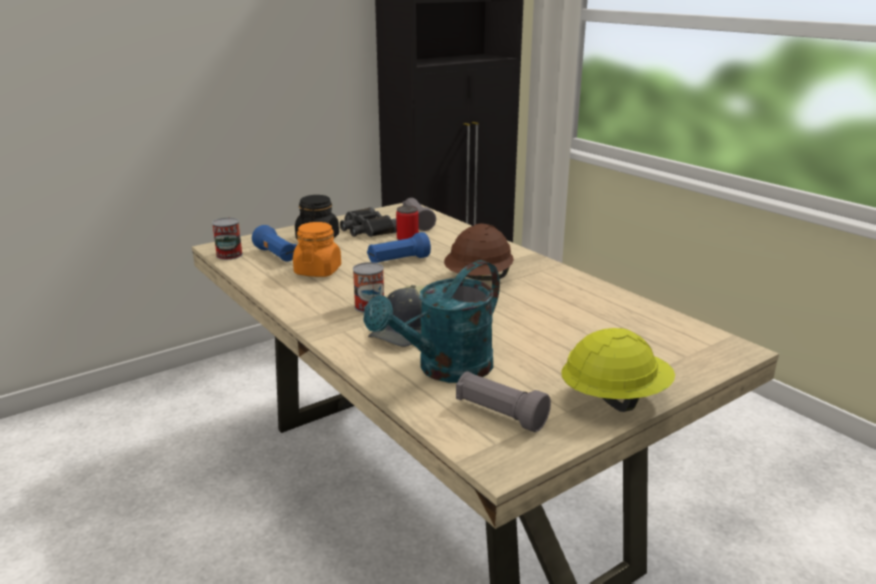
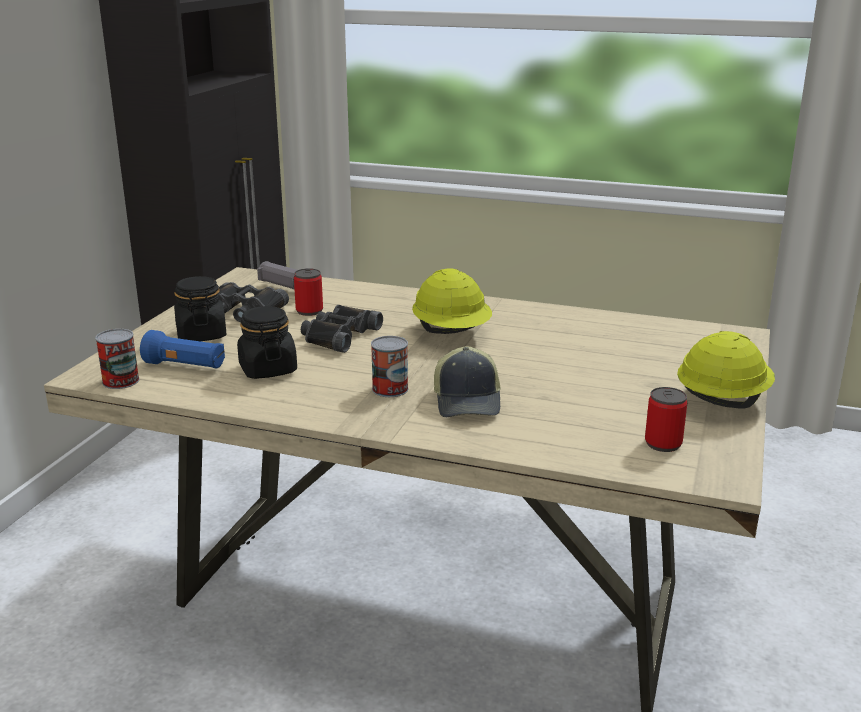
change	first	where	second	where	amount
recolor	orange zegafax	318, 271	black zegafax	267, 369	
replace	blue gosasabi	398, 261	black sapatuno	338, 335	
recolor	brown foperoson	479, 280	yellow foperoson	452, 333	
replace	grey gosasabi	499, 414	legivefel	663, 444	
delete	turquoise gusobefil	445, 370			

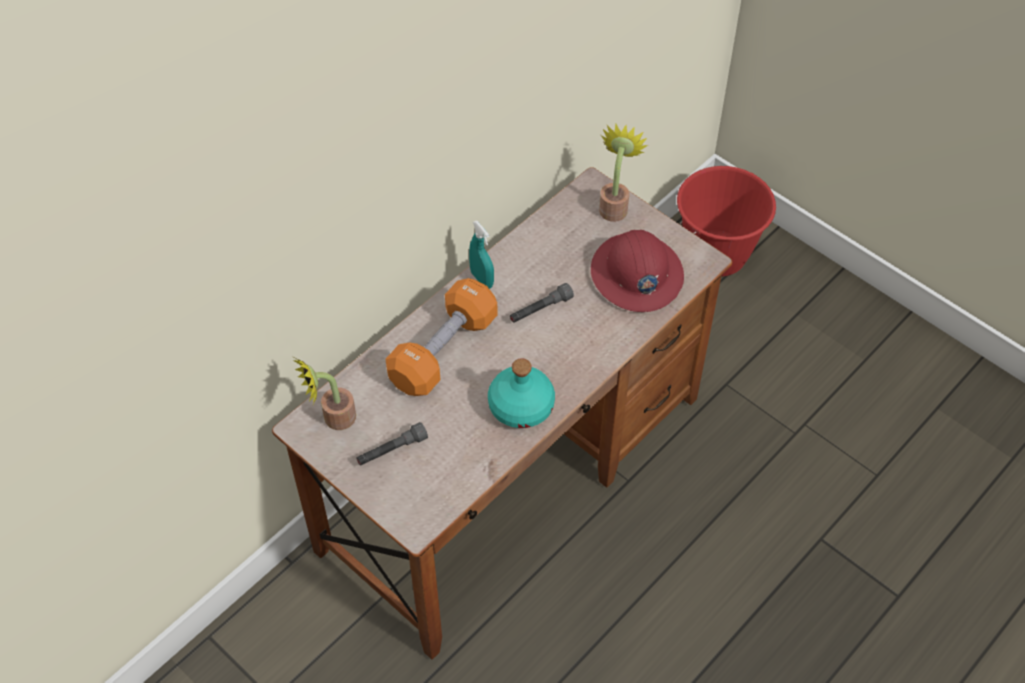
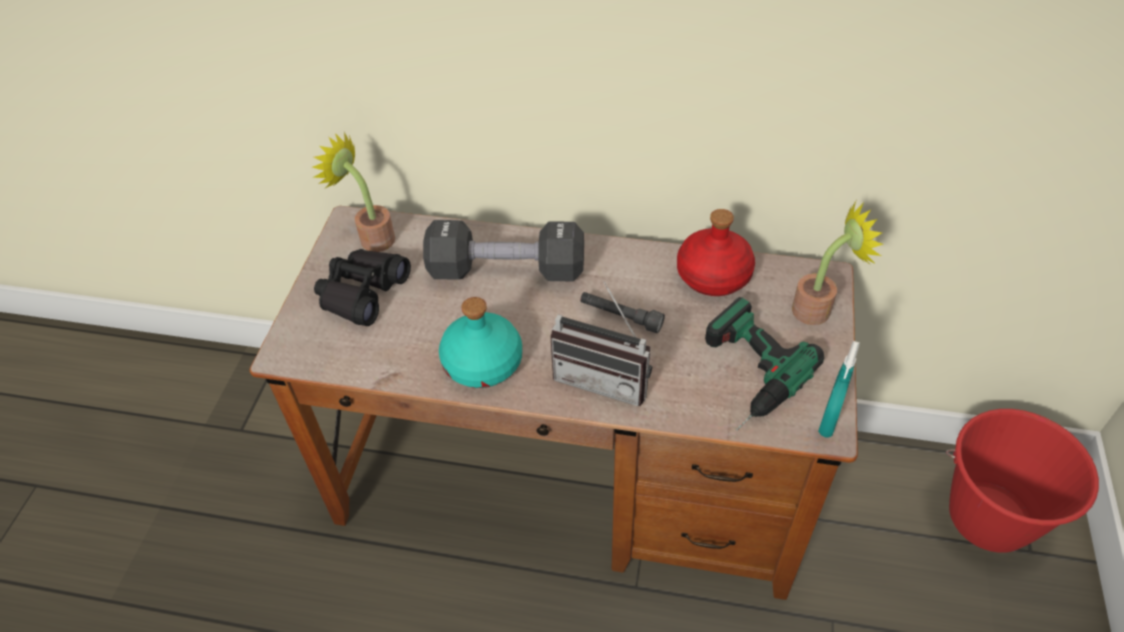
change	first	where	second	where	amount
replace	grey gosasabi	392, 450	black sapatuno	362, 293	
recolor	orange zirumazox	443, 351	black zirumazox	507, 270	
insert			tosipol	605, 378	
insert			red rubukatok	712, 275	
replace	red foperoson	636, 274	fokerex	742, 374	
move	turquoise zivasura	482, 279		828, 421	

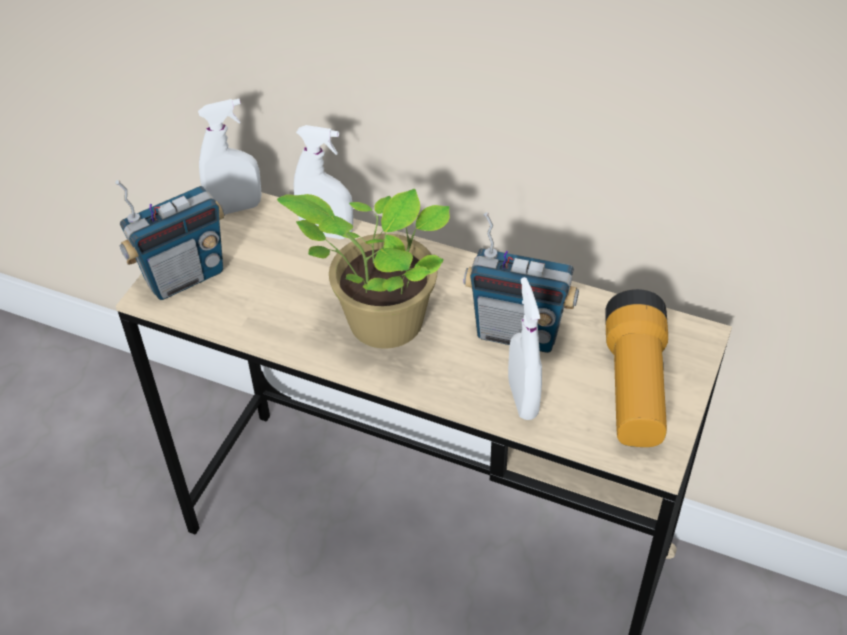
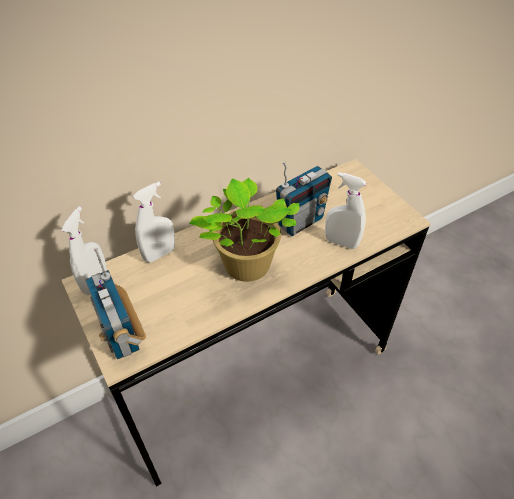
change	first	where	second	where	amount
rotate	tosipol	184, 276		122, 335	150 degrees clockwise
delete	gosasabi	634, 387			

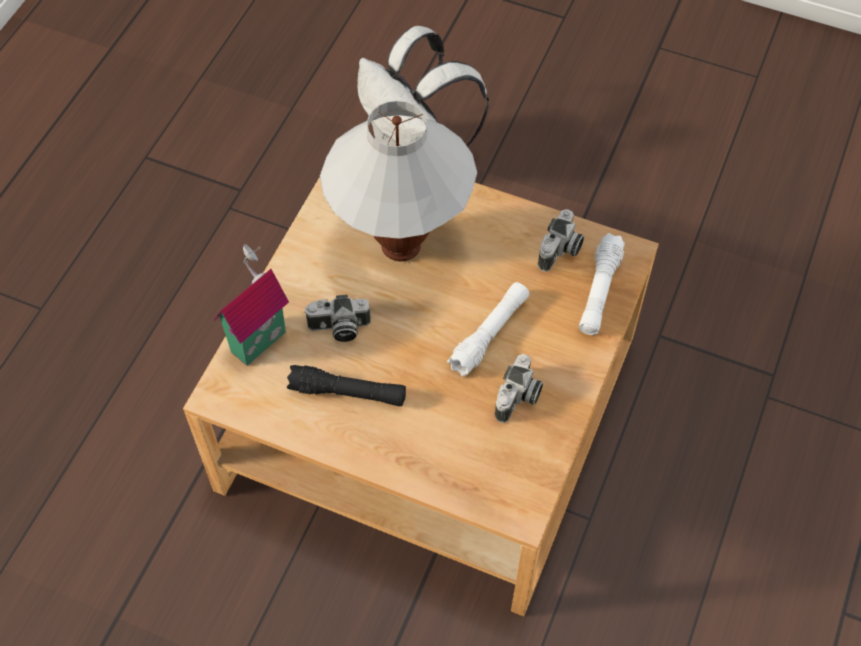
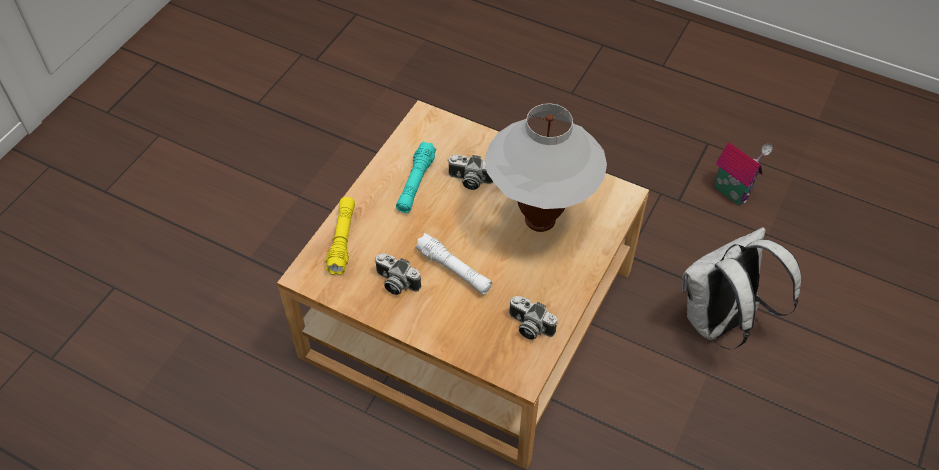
change	first	where	second	where	amount
insert			yellow gosasabi	342, 240	
recolor	black gosasabi	348, 393	turquoise gosasabi	416, 183	
rotate	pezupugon	339, 328		469, 180	75 degrees counterclockwise
move	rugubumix	256, 339		732, 191	
delete	white gosasabi	599, 291			

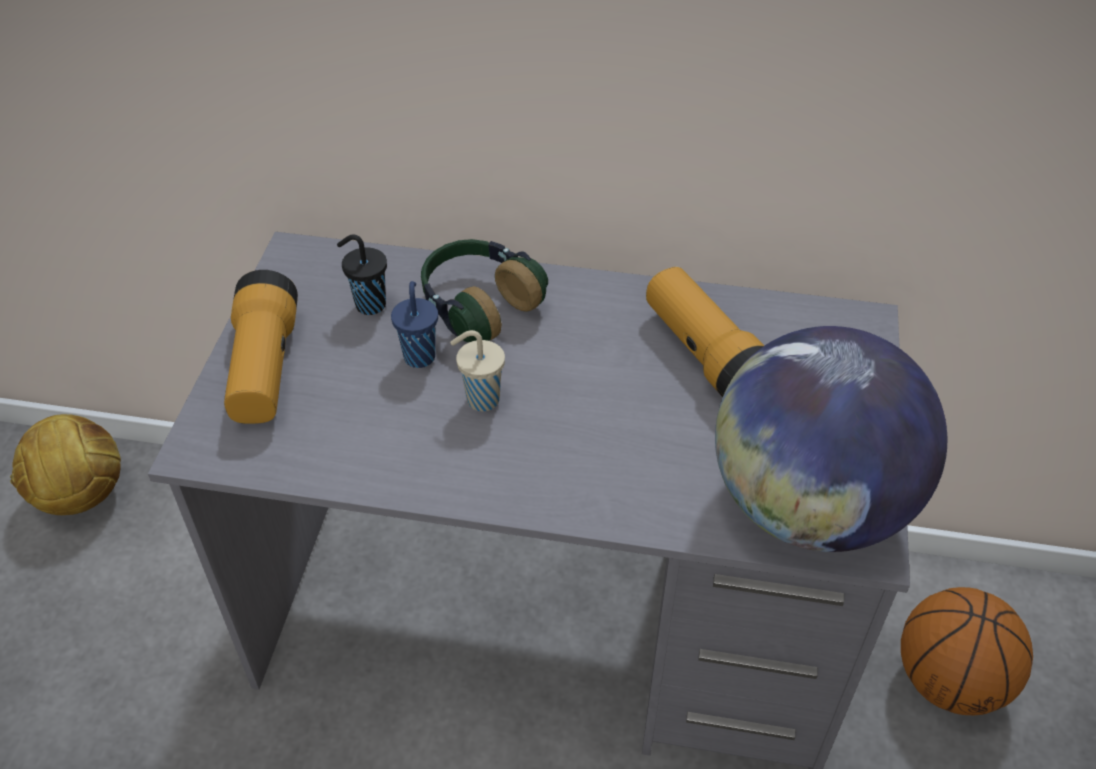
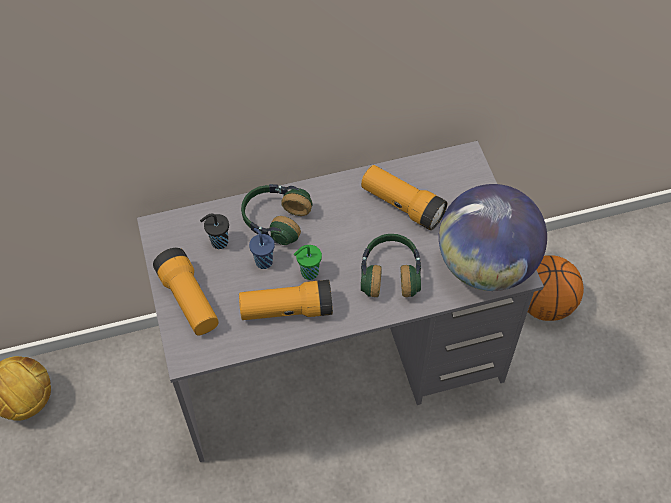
change	first	where	second	where	amount
insert			gosasabi	287, 310	
recolor	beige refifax	480, 399	green refifax	308, 273	
insert			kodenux	390, 273	

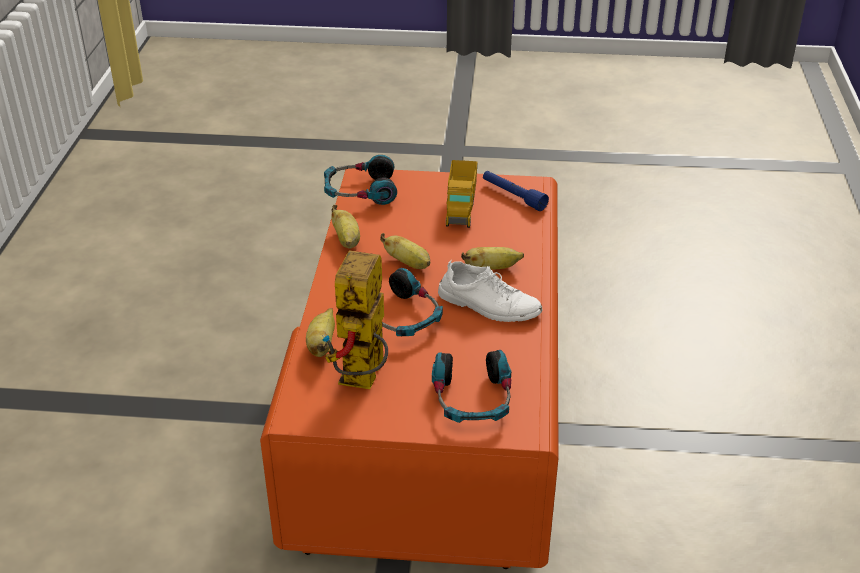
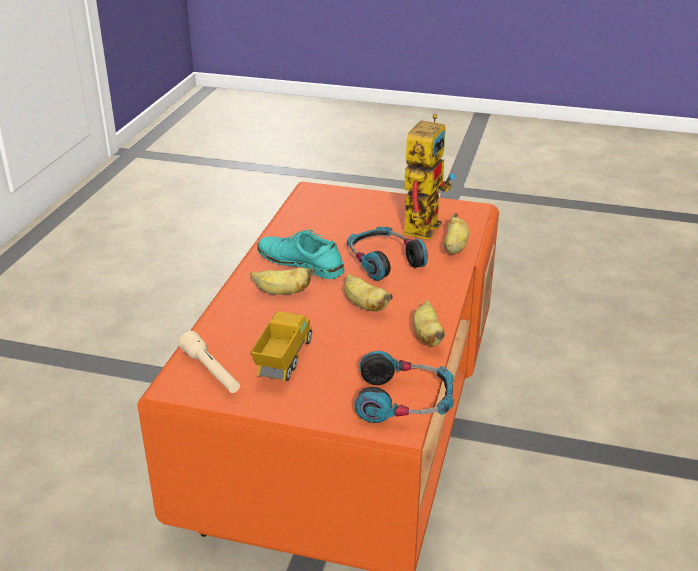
change	first	where	second	where	amount
recolor	blue gosasabi	513, 196	beige gosasabi	211, 372	
recolor	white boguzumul	488, 305	turquoise boguzumul	300, 262	
delete	kodenux	472, 399			

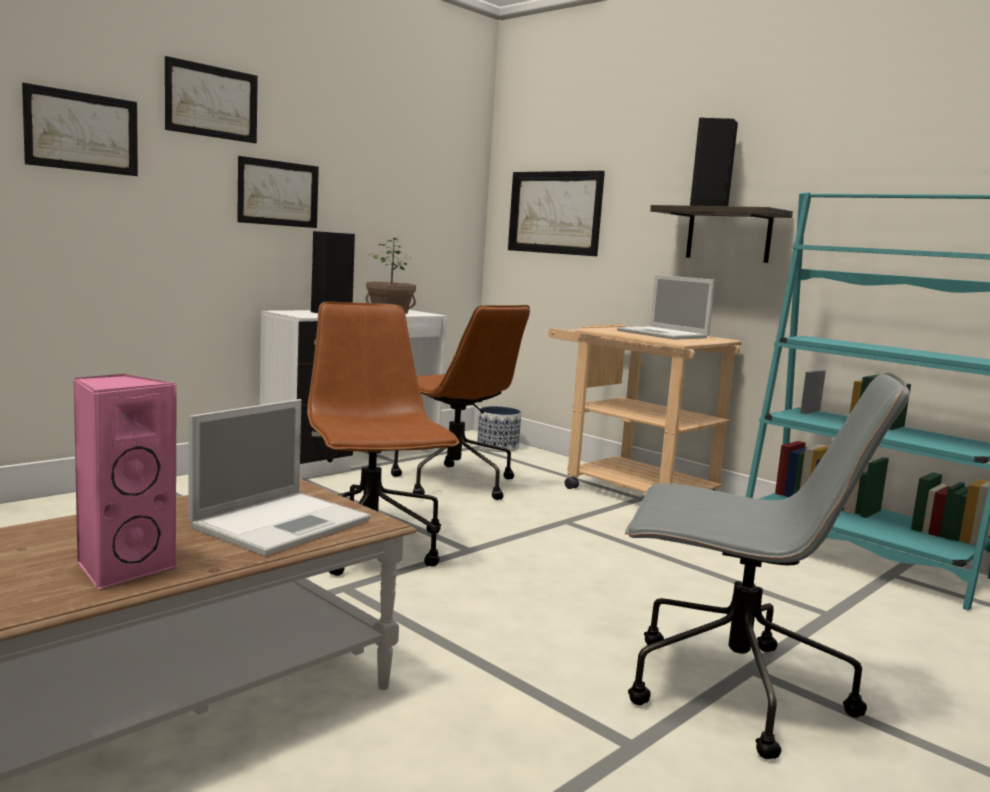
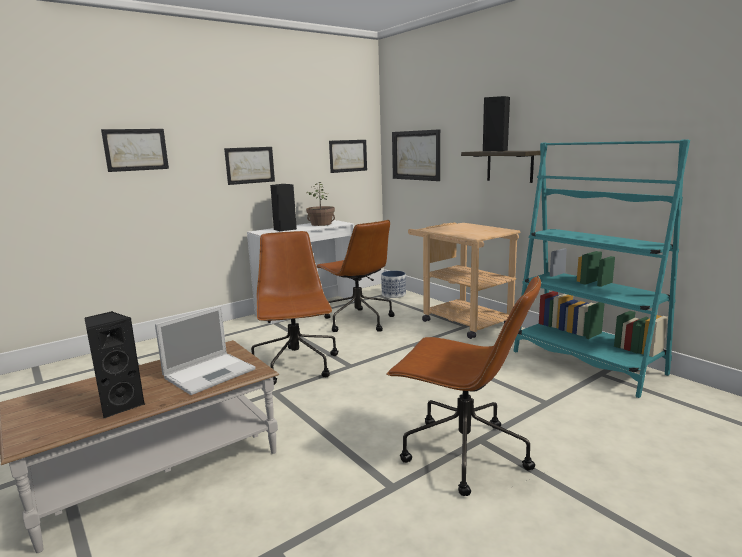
change	first	where	second	where	amount
recolor	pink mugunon	122, 568	black mugunon	120, 405	
move	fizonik	212, 102		348, 156	
recolor	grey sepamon	730, 690	brown sepamon	462, 453	
delete	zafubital	664, 334			

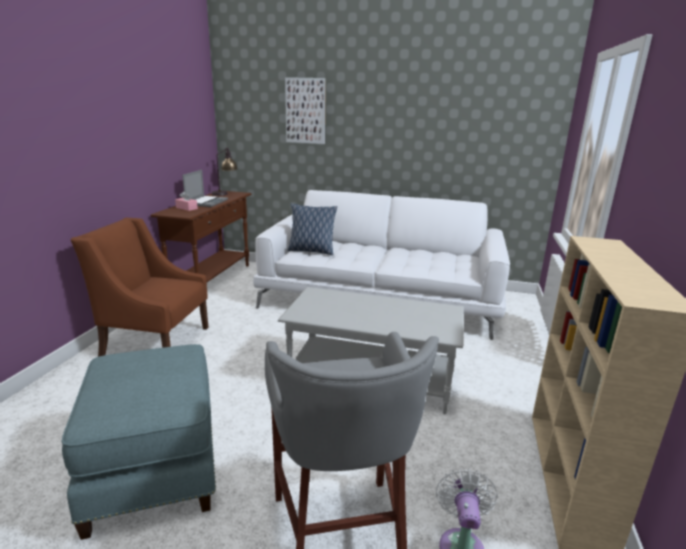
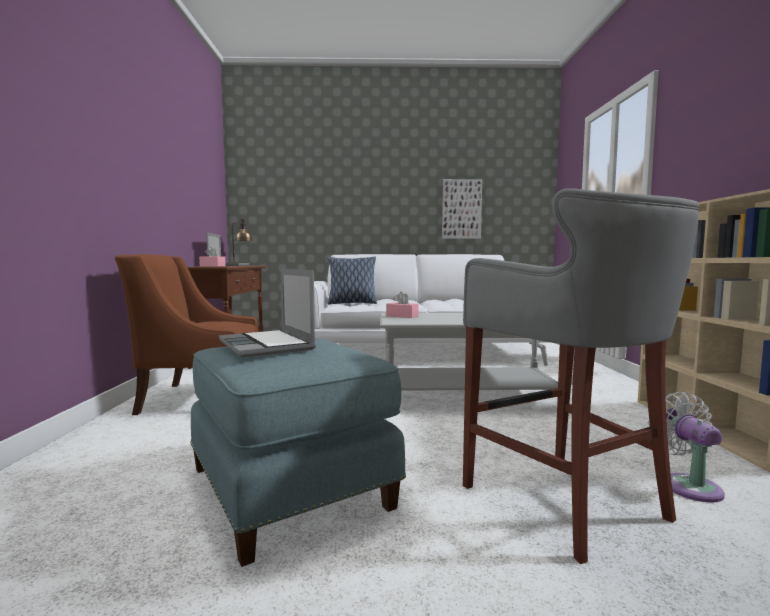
change	first	where	second	where	amount
insert			zafubital	267, 345	
insert			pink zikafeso	402, 316	
move	fizonik	305, 111		461, 209	

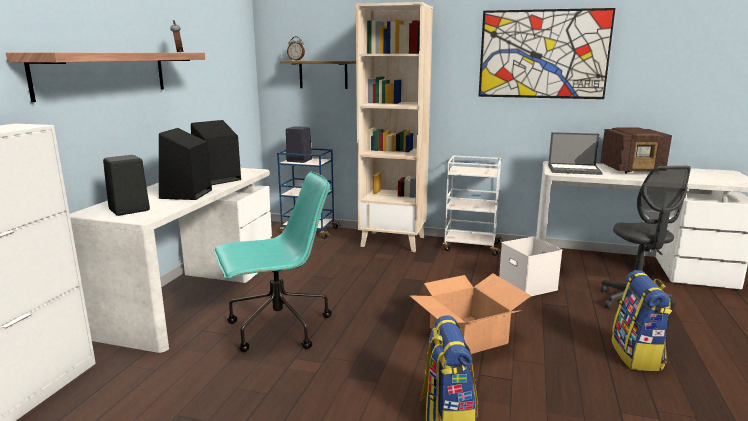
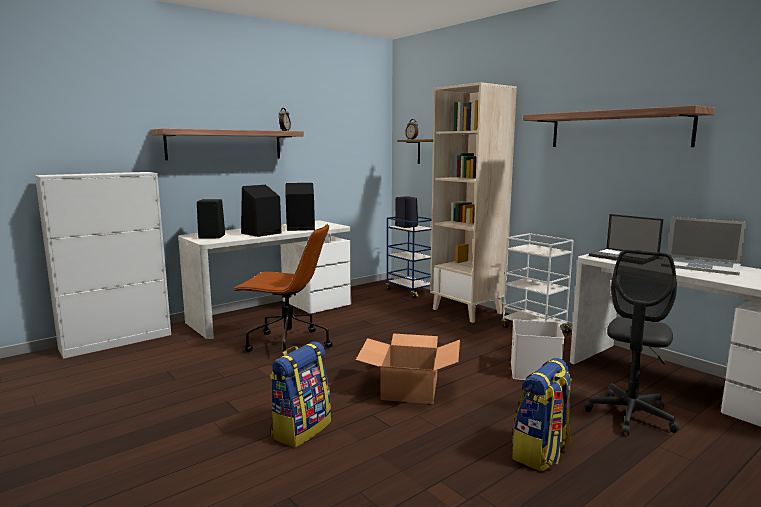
change	first	where	second	where	amount
recolor	turquoise sepamon	277, 328	brown sepamon	287, 345	
replace	fizonik	543, 54	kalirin	618, 129	
replace	tosipol	632, 170	zafubital	700, 266	

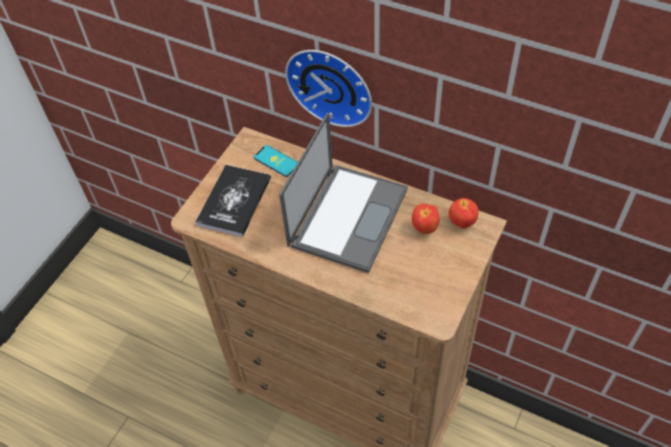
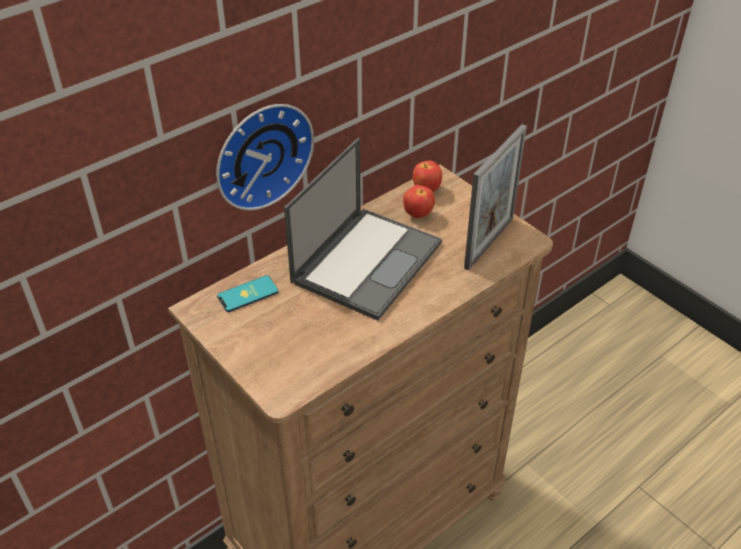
change	first	where	second	where	amount
rotate	zafubital	348, 215		367, 261	75 degrees clockwise
insert			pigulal	489, 242	
delete	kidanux	234, 201			

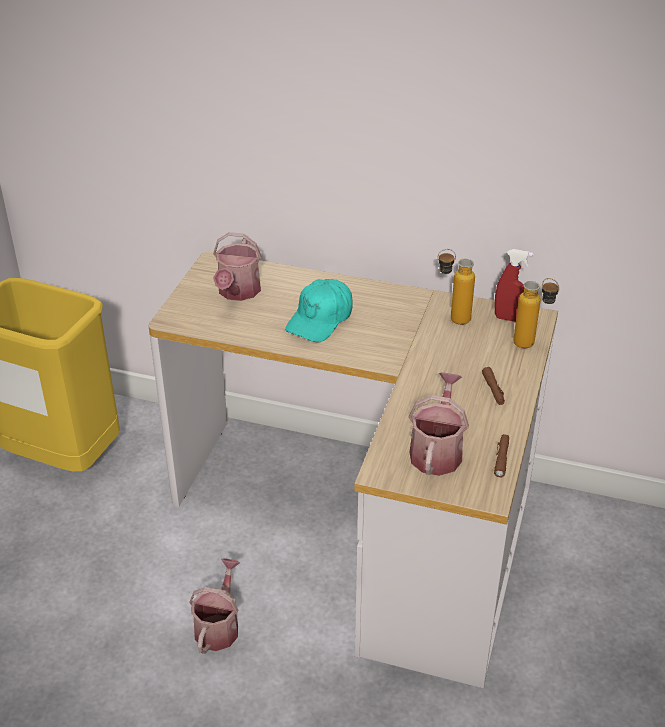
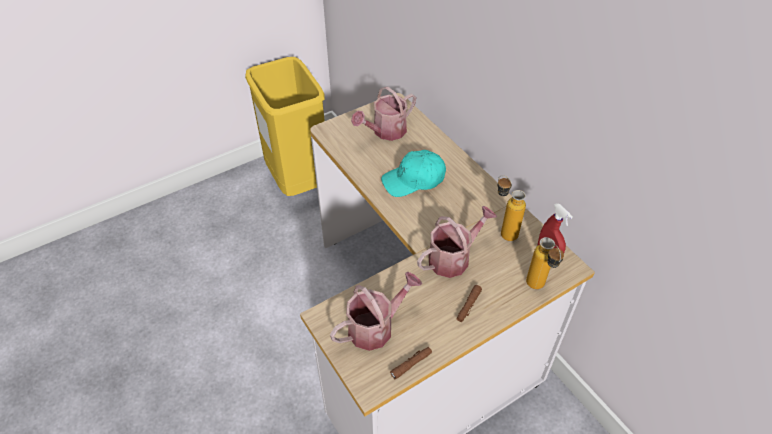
change	first	where	second	where	amount
move	gusobefil	219, 626		453, 258	

